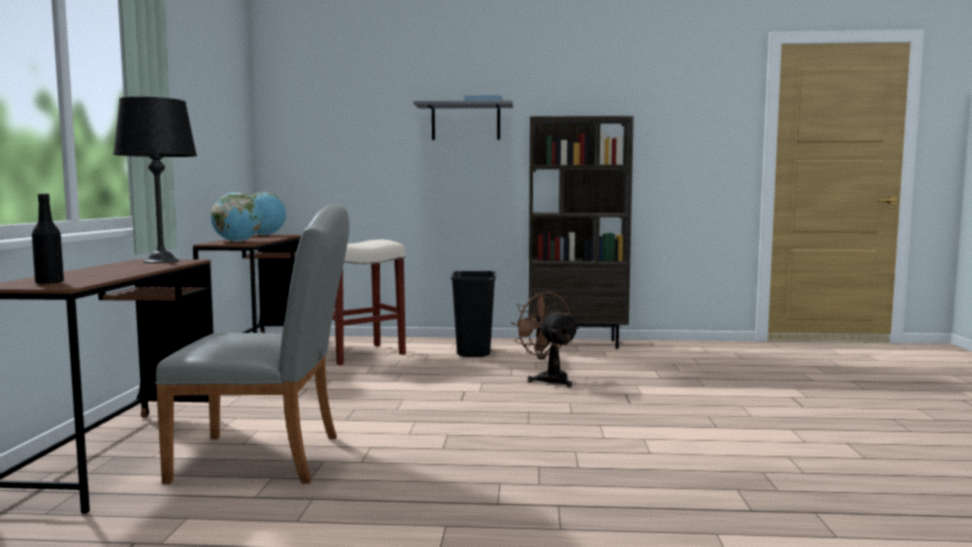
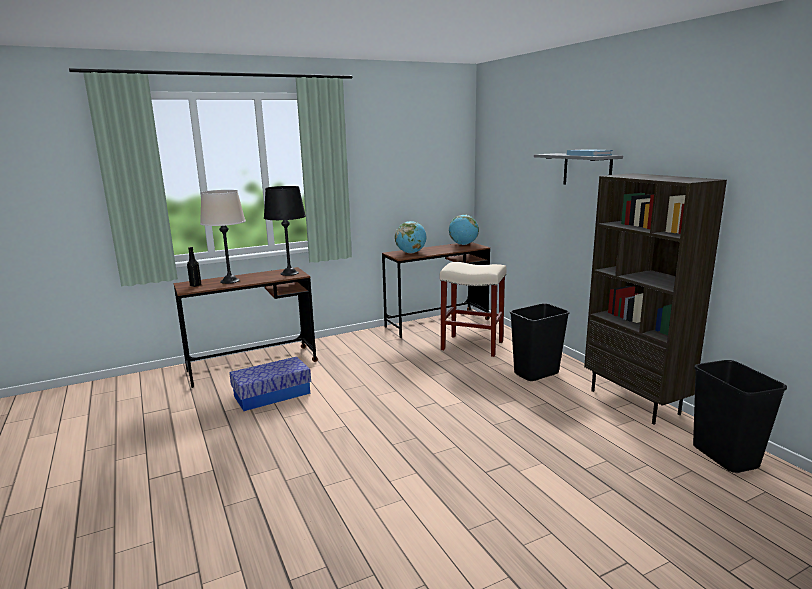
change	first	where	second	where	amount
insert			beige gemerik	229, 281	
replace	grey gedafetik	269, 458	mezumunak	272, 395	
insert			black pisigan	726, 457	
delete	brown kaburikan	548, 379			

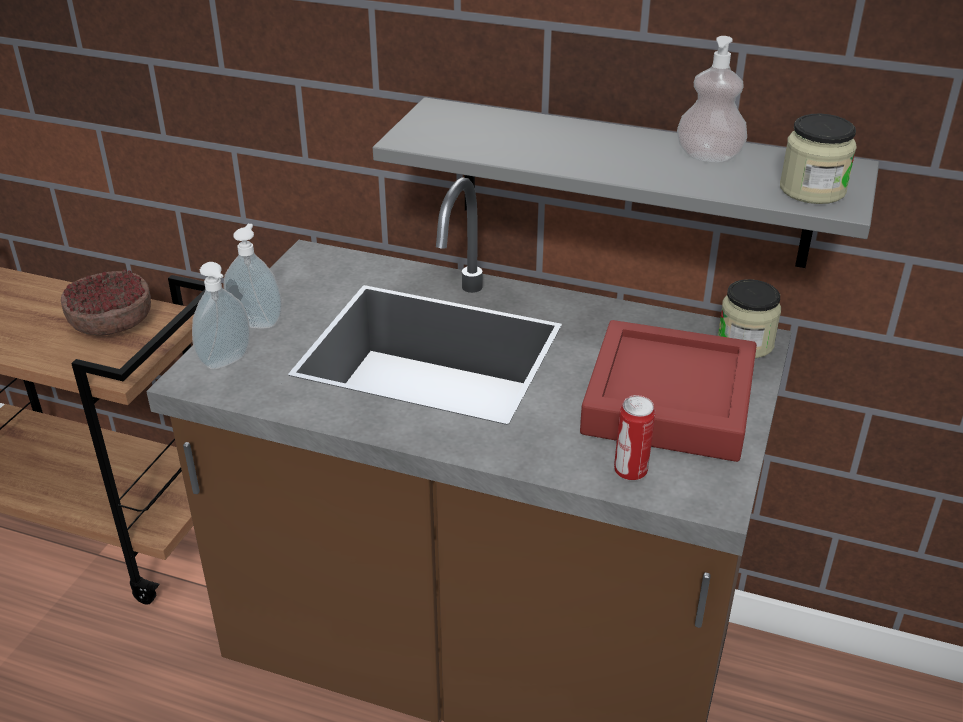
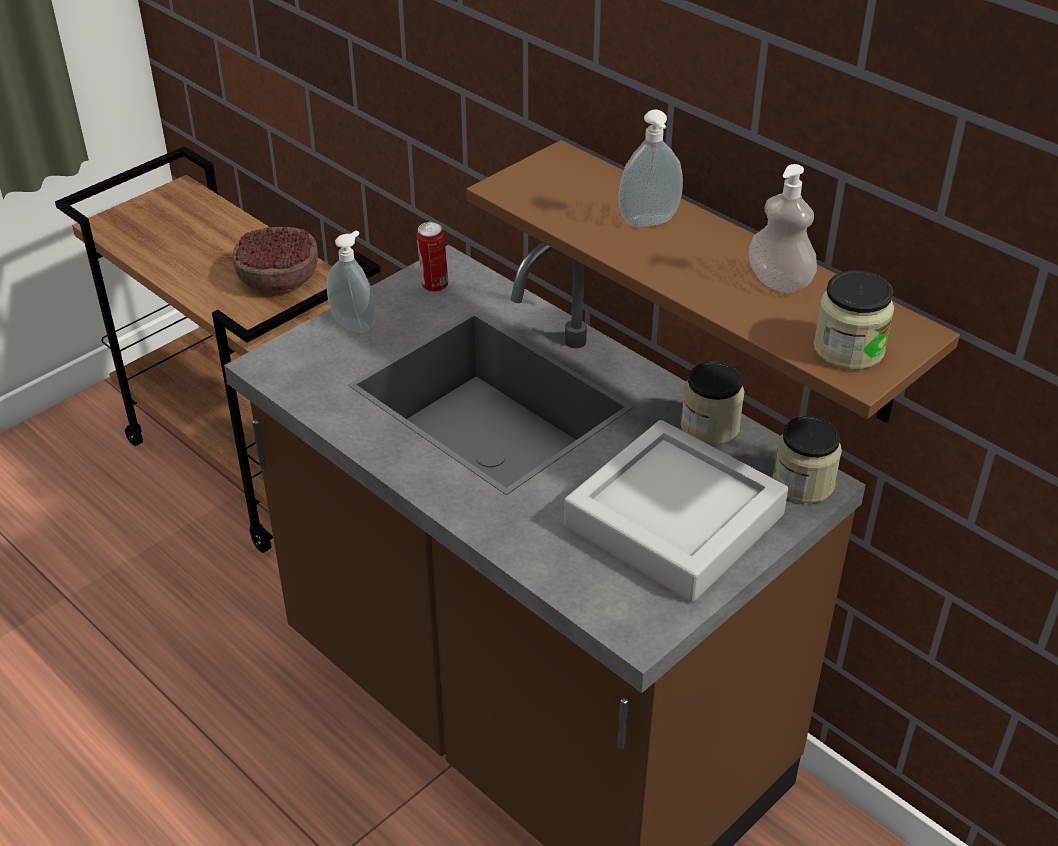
change	first	where	second	where	amount
move	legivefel	630, 472		434, 286	
recolor	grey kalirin	633, 183	brown kalirin	735, 282	
recolor	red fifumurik	668, 402	grey fifumurik	674, 520	
move	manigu	227, 362		649, 223	
insert			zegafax	710, 426	

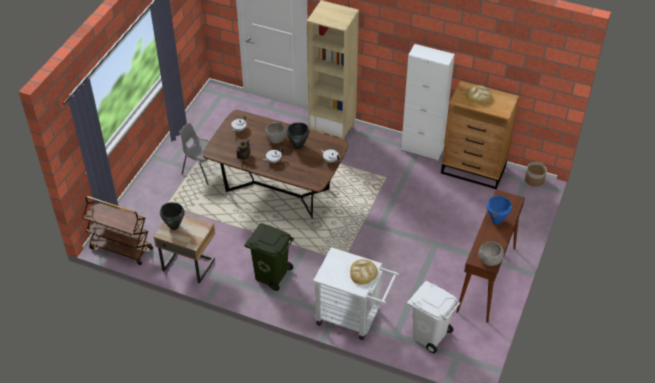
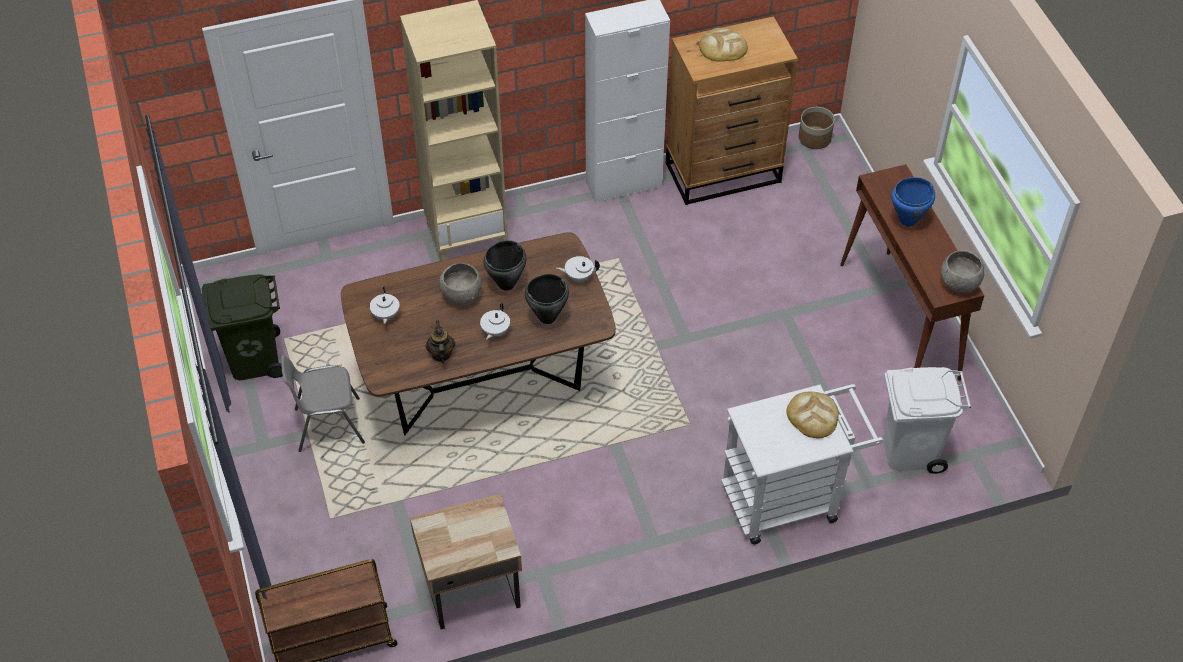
change	first	where	second	where	amount
move	green pisigan	271, 274		254, 359	
move	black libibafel	174, 226		546, 317	

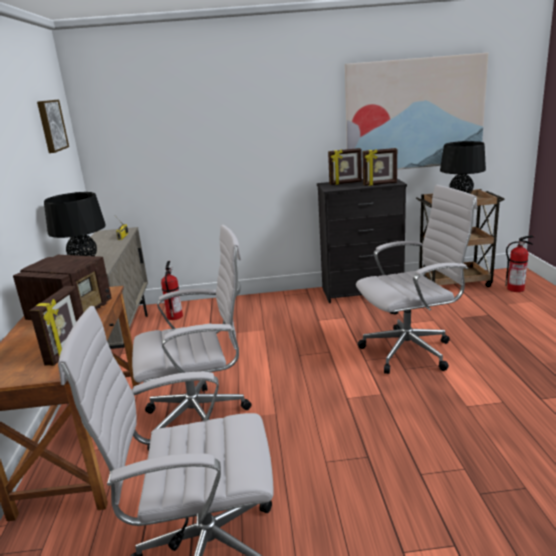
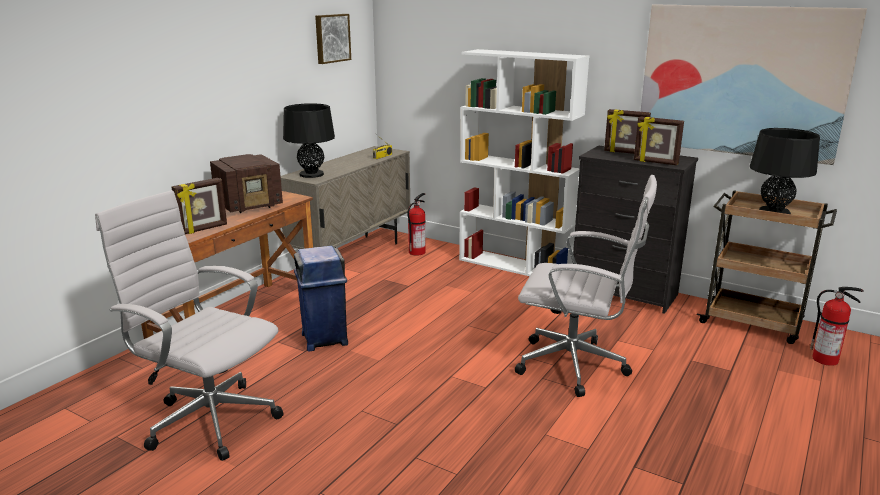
change	first	where	second	where	amount
replace	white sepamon	202, 419	blue pisigan	324, 338	
insert			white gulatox	515, 266	

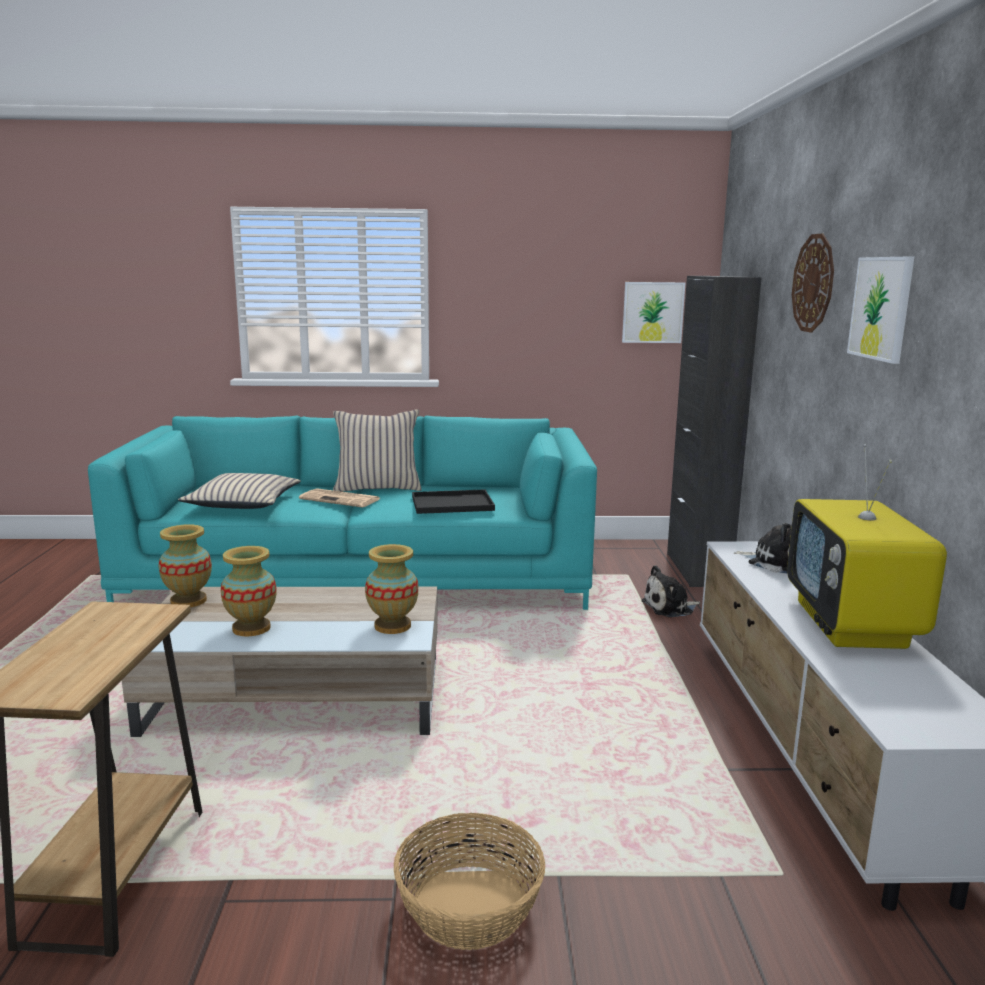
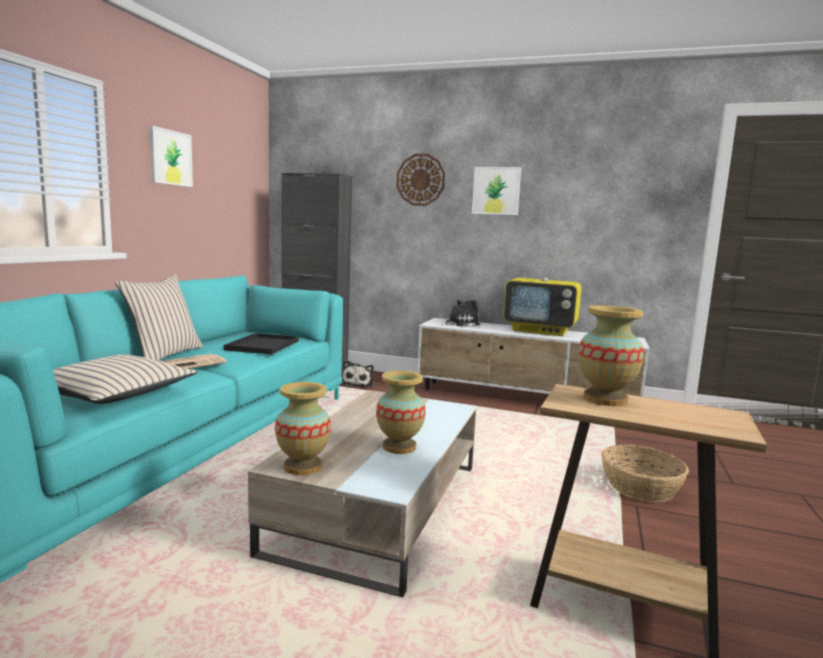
change	first	where	second	where	amount
move	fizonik	652, 312		171, 157	
move	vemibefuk	392, 626		604, 399	

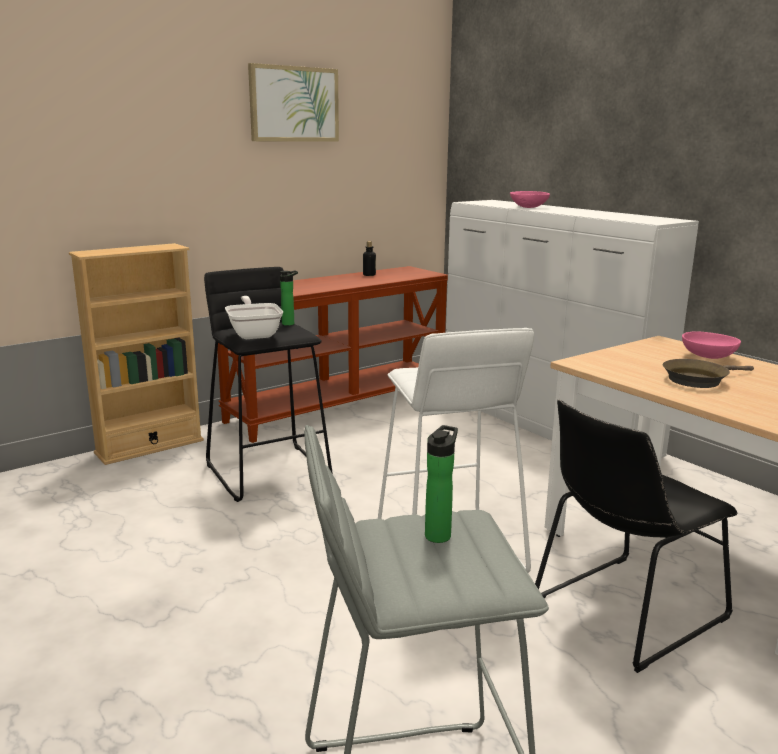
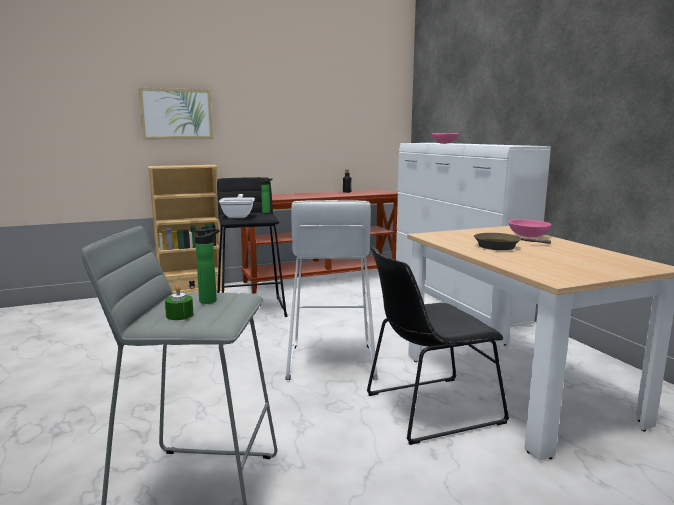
change	first	where	second	where	amount
move	fizonik	294, 104		176, 114	
insert			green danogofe	179, 315	

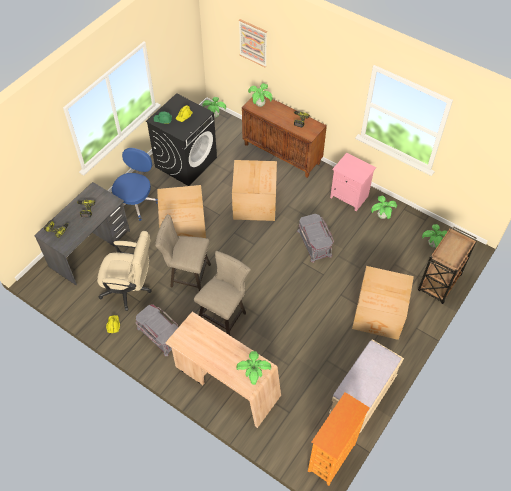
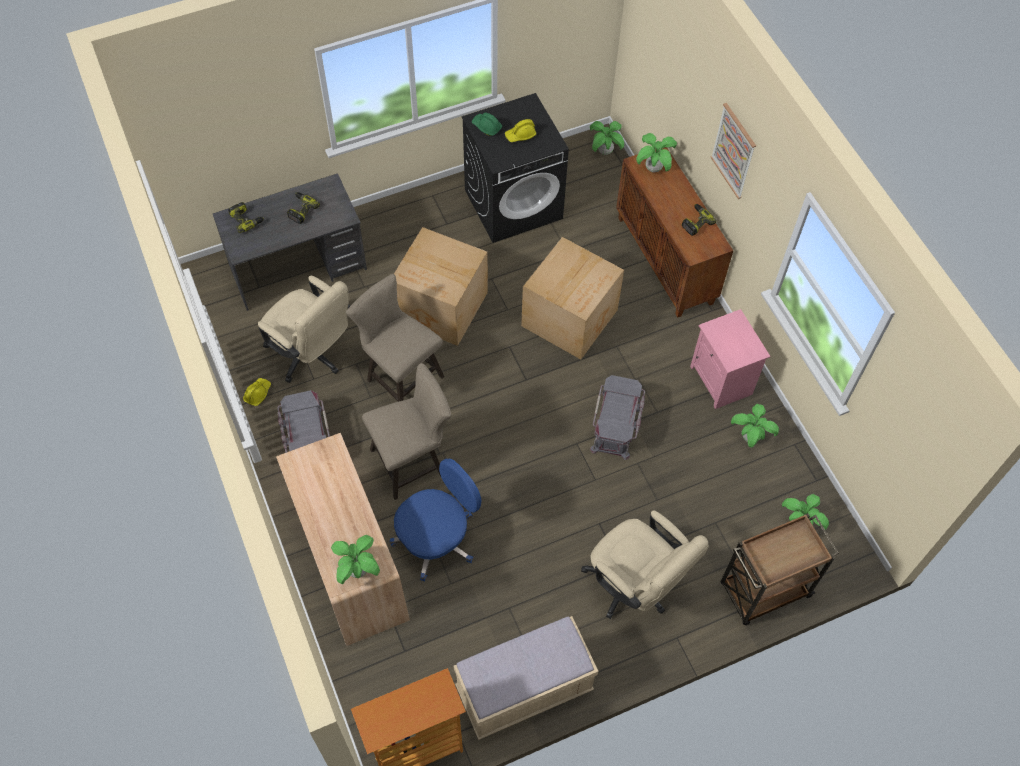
change	first	where	second	where	amount
move	blue sepamon	136, 202		437, 539	
replace	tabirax	379, 315	beige sepamon	634, 587	
move	fizonik	253, 43		734, 151	

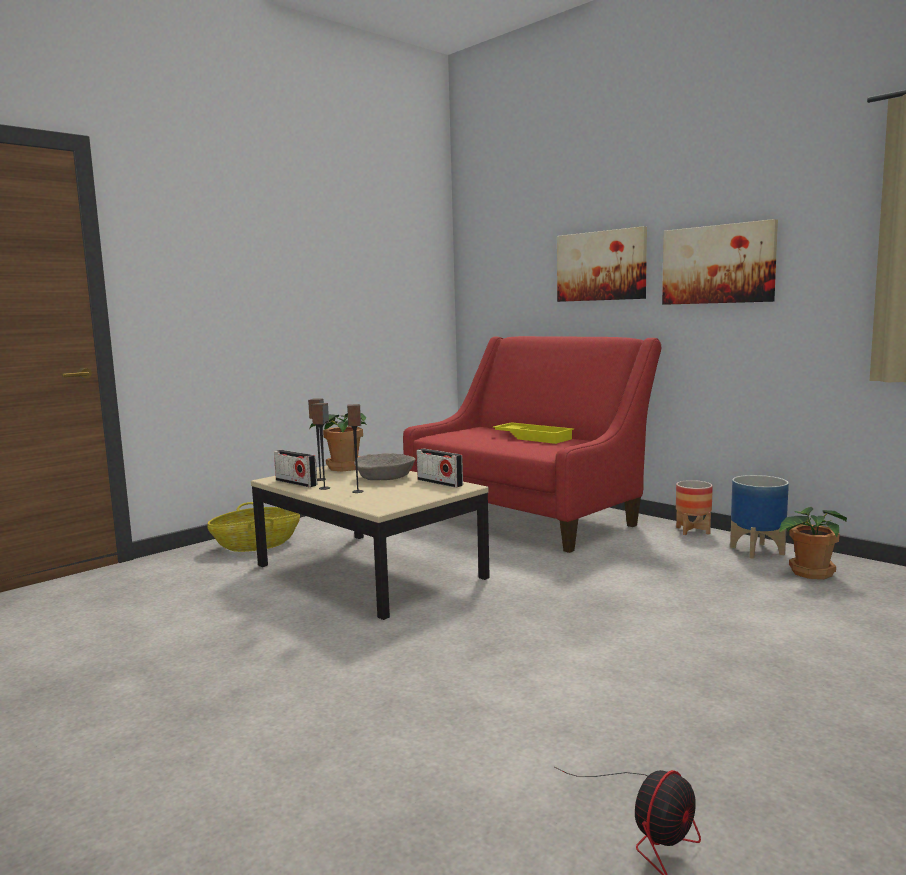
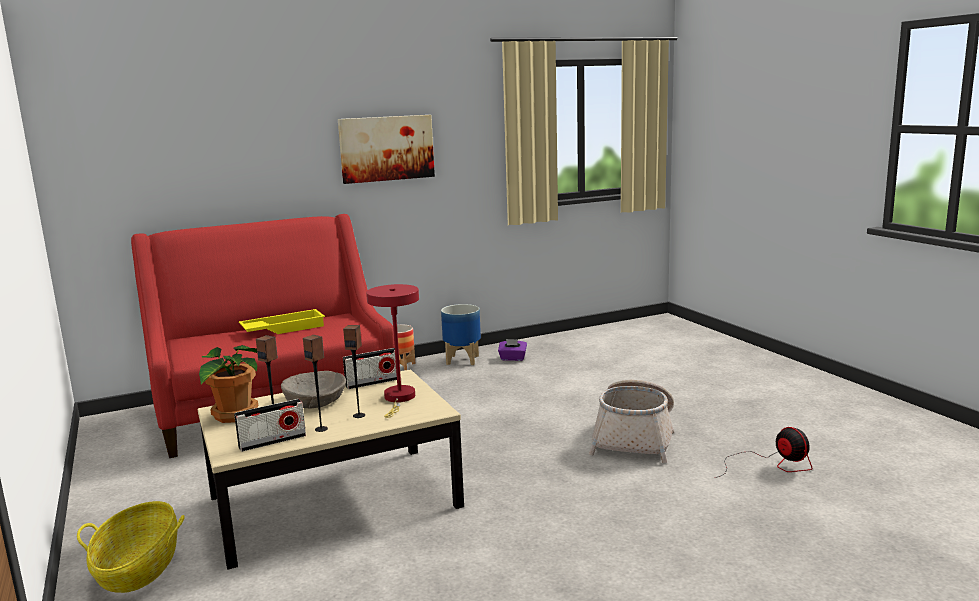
change	first	where	second	where	amount
insert			red gemerik	399, 398	
replace	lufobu	809, 572	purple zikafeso	512, 358	
insert			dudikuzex	635, 438	
delete	fizonik	601, 266			

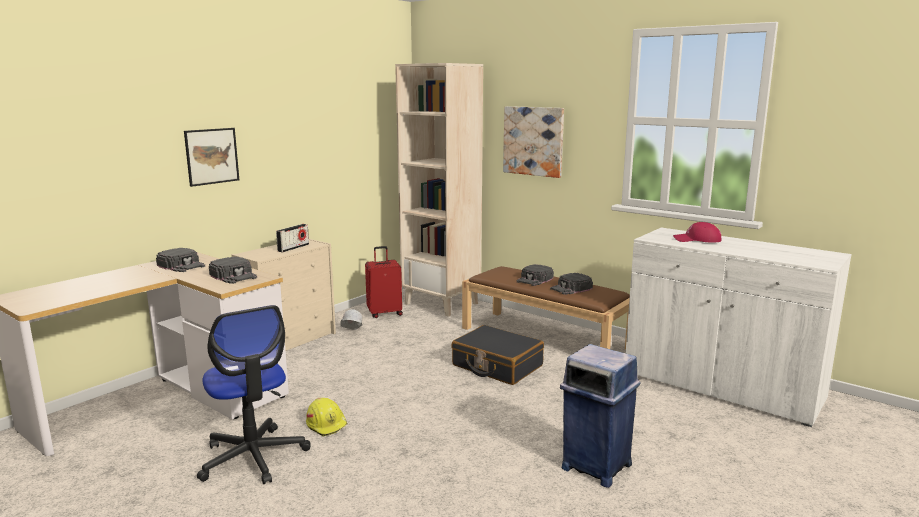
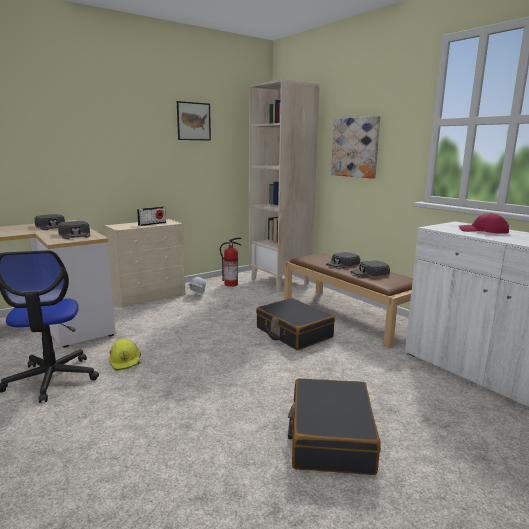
change	first	where	second	where	amount
move	fizonik	212, 156		193, 121	
replace	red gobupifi	384, 313	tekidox	231, 284	
replace	blue pisigan	595, 466	black gobupifi	330, 437	

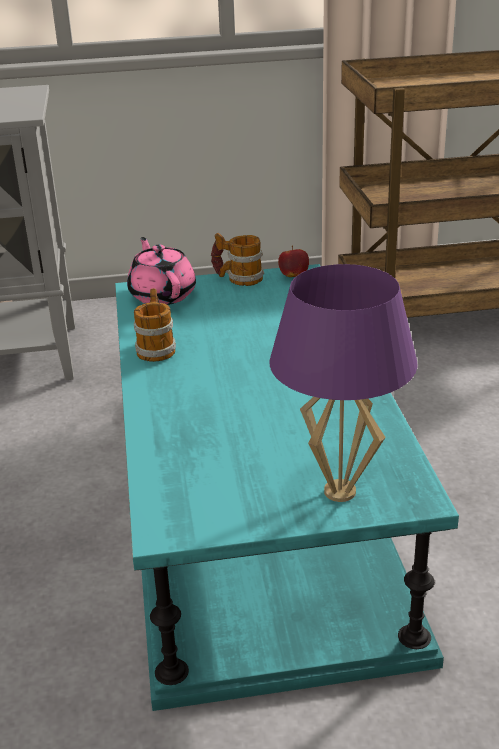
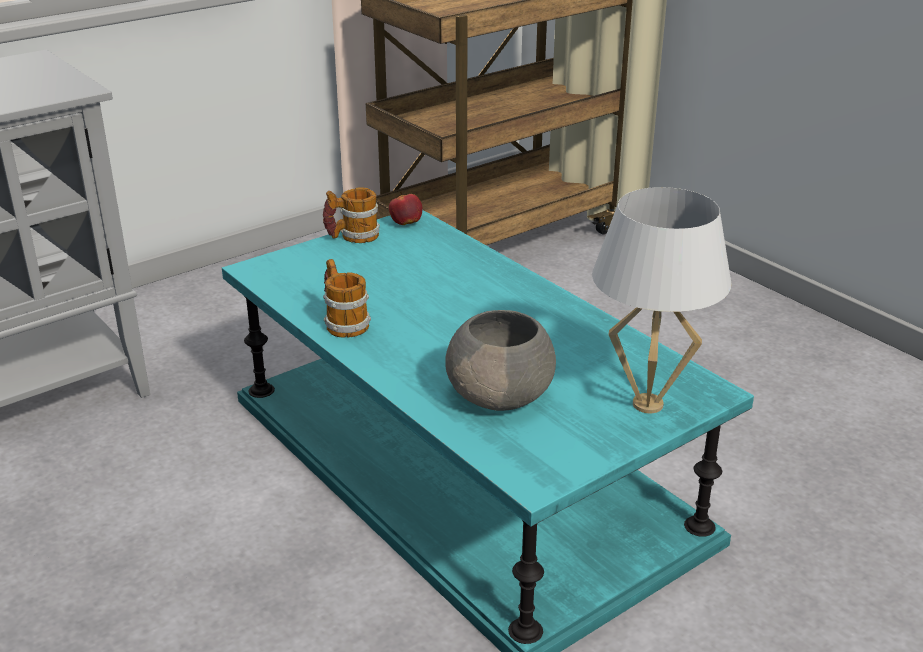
change	first	where	second	where	amount
insert			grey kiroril	502, 395	
recolor	purple gemerik	340, 492	white gemerik	648, 404	
delete	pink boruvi	162, 295			

